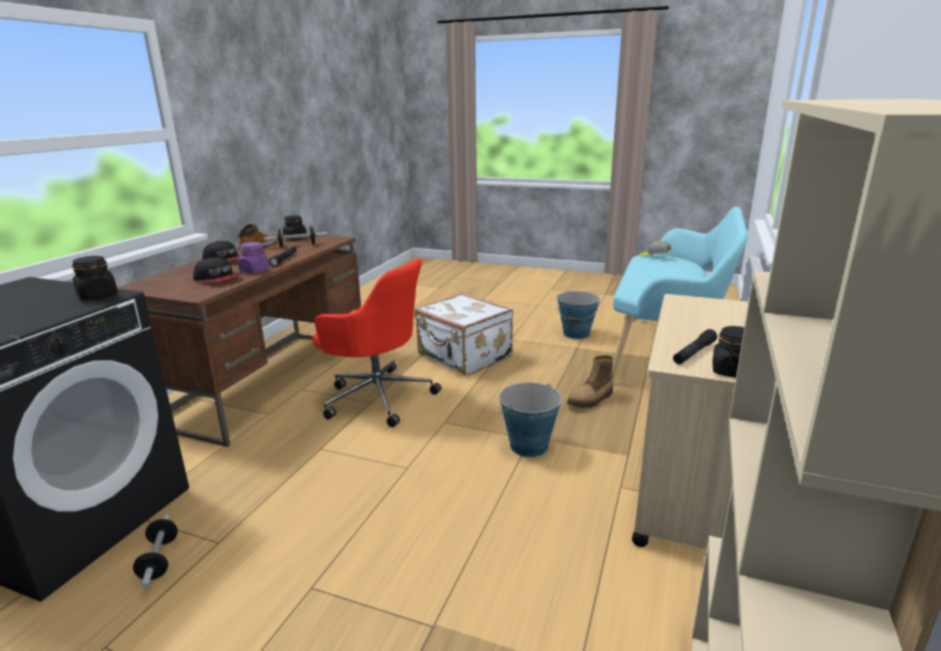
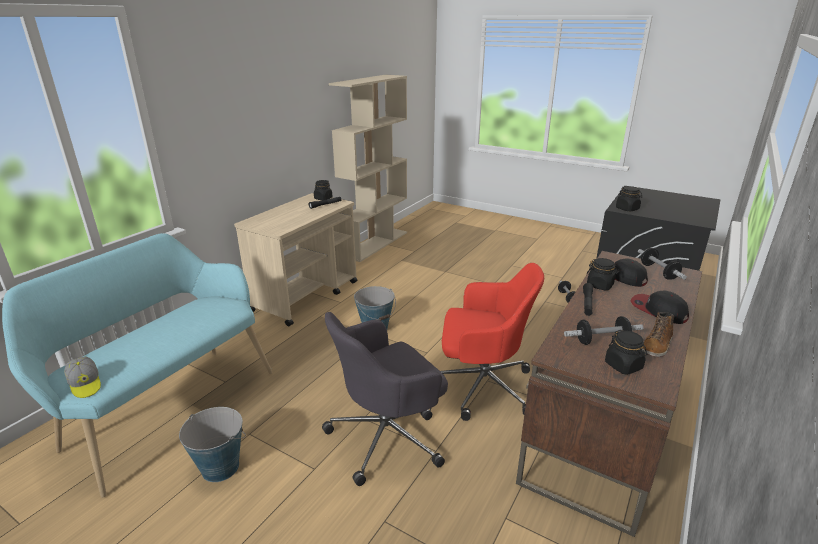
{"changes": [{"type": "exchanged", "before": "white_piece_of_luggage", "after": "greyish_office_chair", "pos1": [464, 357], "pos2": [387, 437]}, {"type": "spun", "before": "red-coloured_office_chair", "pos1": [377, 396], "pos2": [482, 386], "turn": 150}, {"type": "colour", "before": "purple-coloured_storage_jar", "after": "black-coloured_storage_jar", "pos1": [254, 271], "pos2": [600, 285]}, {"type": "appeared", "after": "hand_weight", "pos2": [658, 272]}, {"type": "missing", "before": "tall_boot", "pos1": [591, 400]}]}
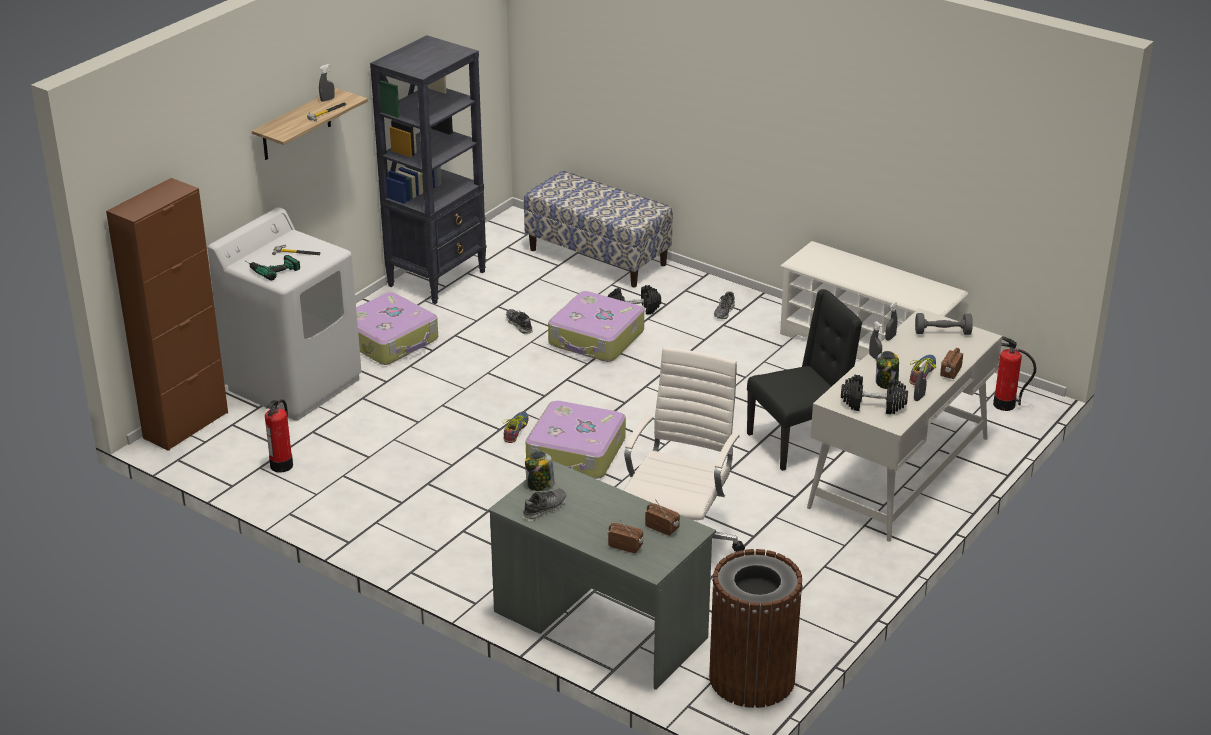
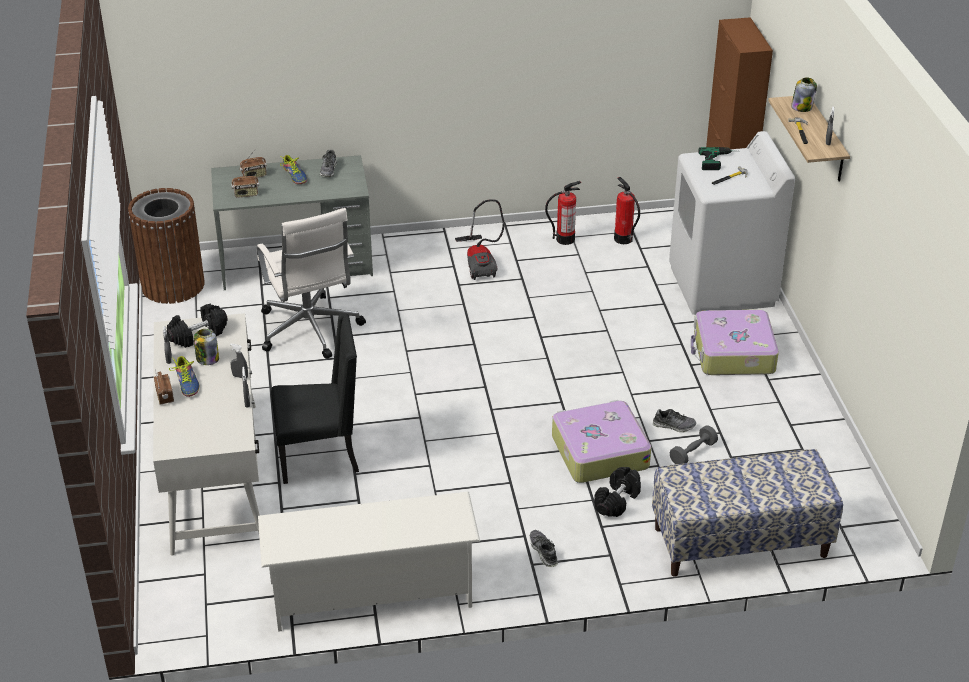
{"changes": [{"type": "spun", "before": "black-coloured_chair", "pos1": [799, 442], "pos2": [320, 455], "turn": -120}, {"type": "relocated", "before": "item_of_footwear", "pos1": [515, 430], "pos2": [295, 175]}, {"type": "appeared", "after": "vacuum", "pos2": [481, 262]}, {"type": "relocated", "before": "fire-fighting_cylinder", "pos1": [1004, 405], "pos2": [565, 239]}, {"type": "relocated", "before": "greyish_hand_weight", "pos1": [942, 332], "pos2": [693, 453]}, {"type": "relocated", "before": "storage_jar", "pos1": [540, 485], "pos2": [802, 107]}, {"type": "missing", "before": "black-coloured_bookcase", "pos1": [437, 278]}, {"type": "missing", "before": "piece_of_luggage", "pos1": [576, 453]}]}
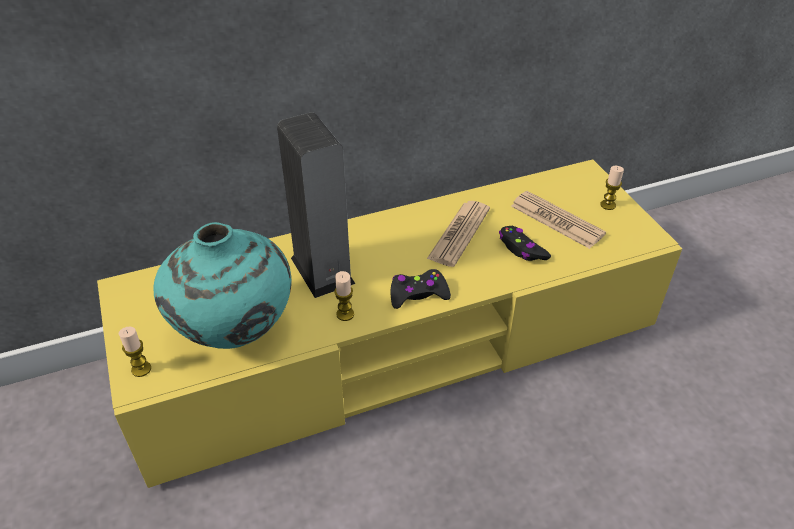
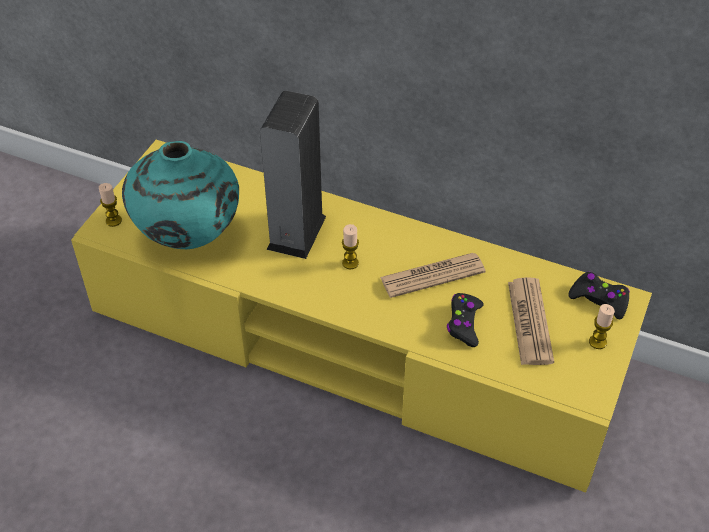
{"changes": [{"type": "relocated", "before": "wax_light", "pos1": [345, 314], "pos2": [350, 263]}, {"type": "relocated", "before": "black-coloured_game_controller", "pos1": [418, 294], "pos2": [599, 299]}]}
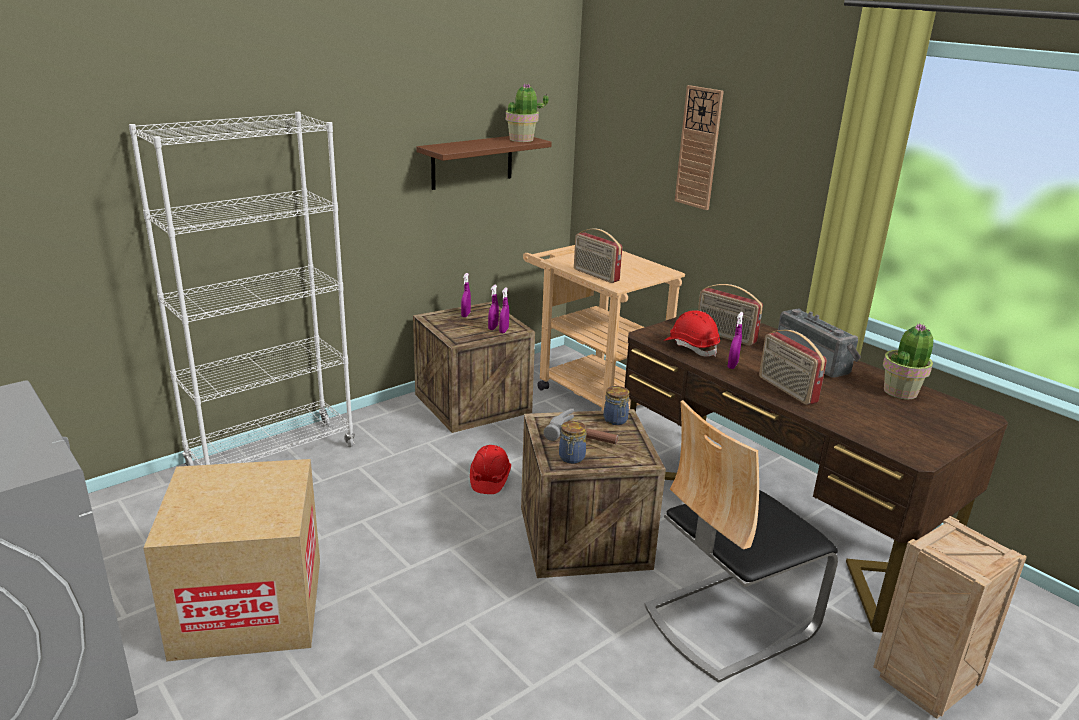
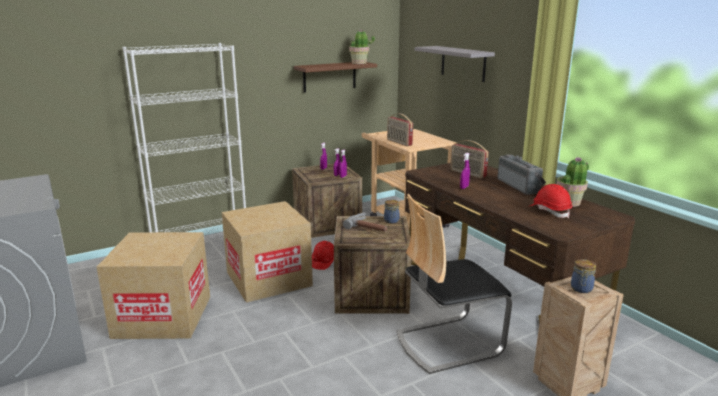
{"changes": [{"type": "appeared", "after": "packing_box", "pos2": [268, 279]}, {"type": "exchanged", "before": "wall_clock", "after": "greyish_bracket_shelf", "pos1": [699, 148], "pos2": [463, 63]}, {"type": "relocated", "before": "red-coloured_safety_helmet", "pos1": [691, 347], "pos2": [549, 211]}, {"type": "relocated", "before": "storage_jar", "pos1": [571, 458], "pos2": [581, 289]}, {"type": "missing", "before": "radio", "pos1": [786, 390]}]}
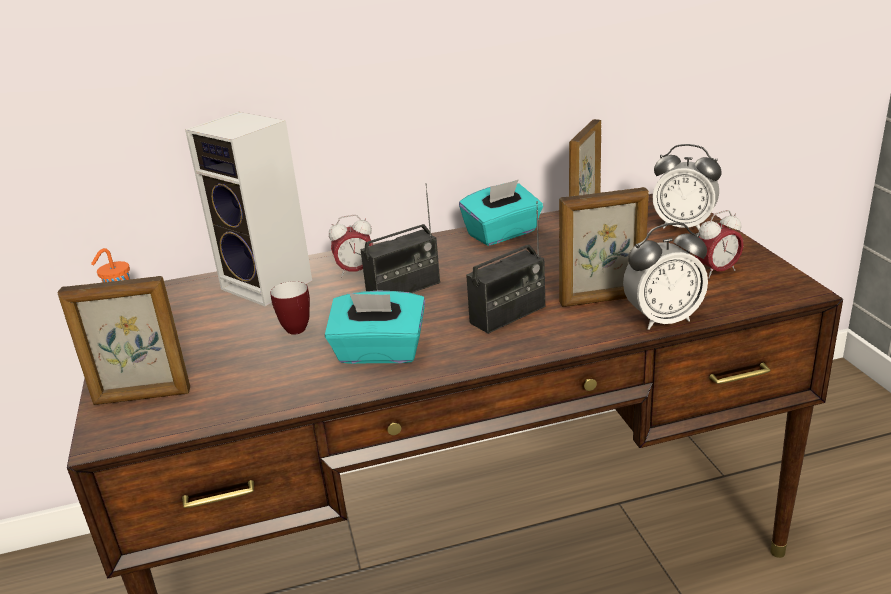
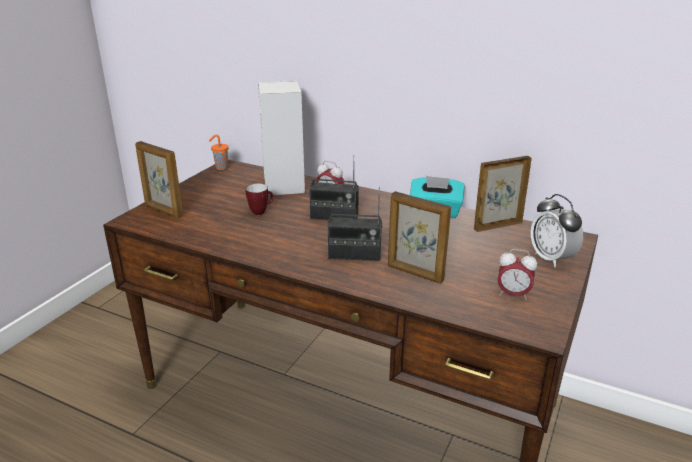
{"changes": [{"type": "missing", "before": "turquoise-coloured_tissue_box", "pos1": [379, 353]}, {"type": "missing", "before": "bedside_clock", "pos1": [662, 319]}]}
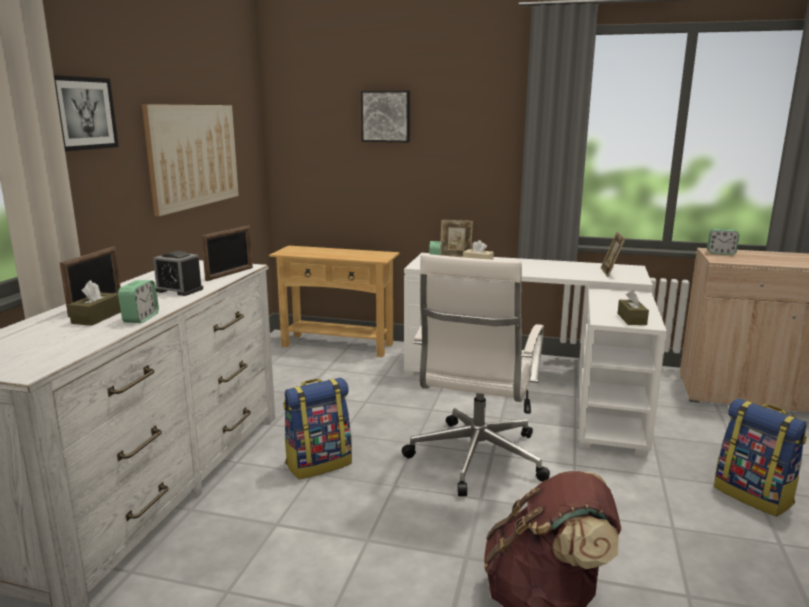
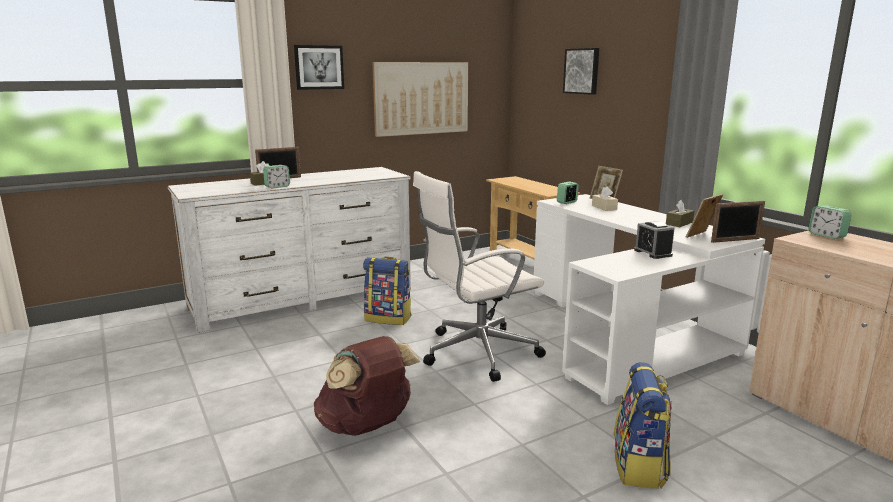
{"changes": [{"type": "relocated", "before": "bedside_clock", "pos1": [179, 290], "pos2": [653, 253]}, {"type": "relocated", "before": "brown_tissue_box", "pos1": [631, 319], "pos2": [679, 223]}, {"type": "relocated", "before": "photo_frame", "pos1": [230, 274], "pos2": [735, 240]}]}
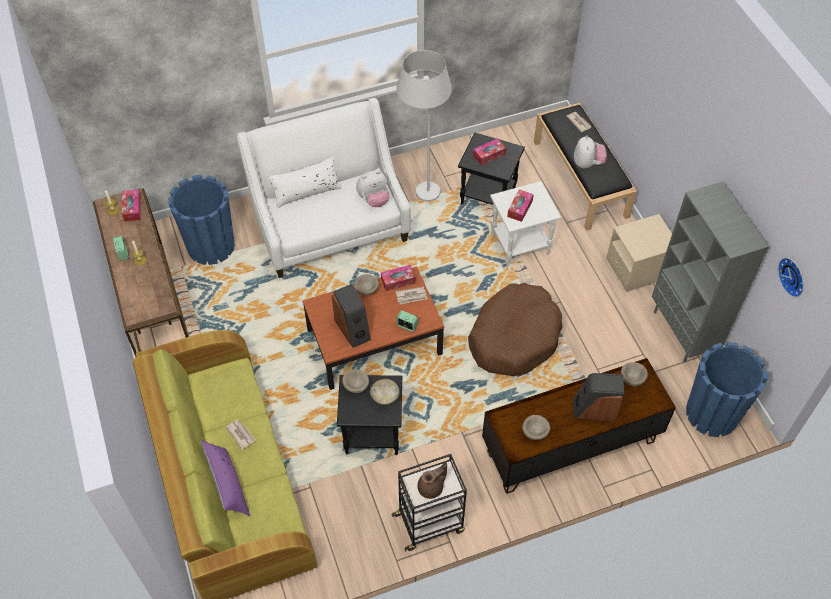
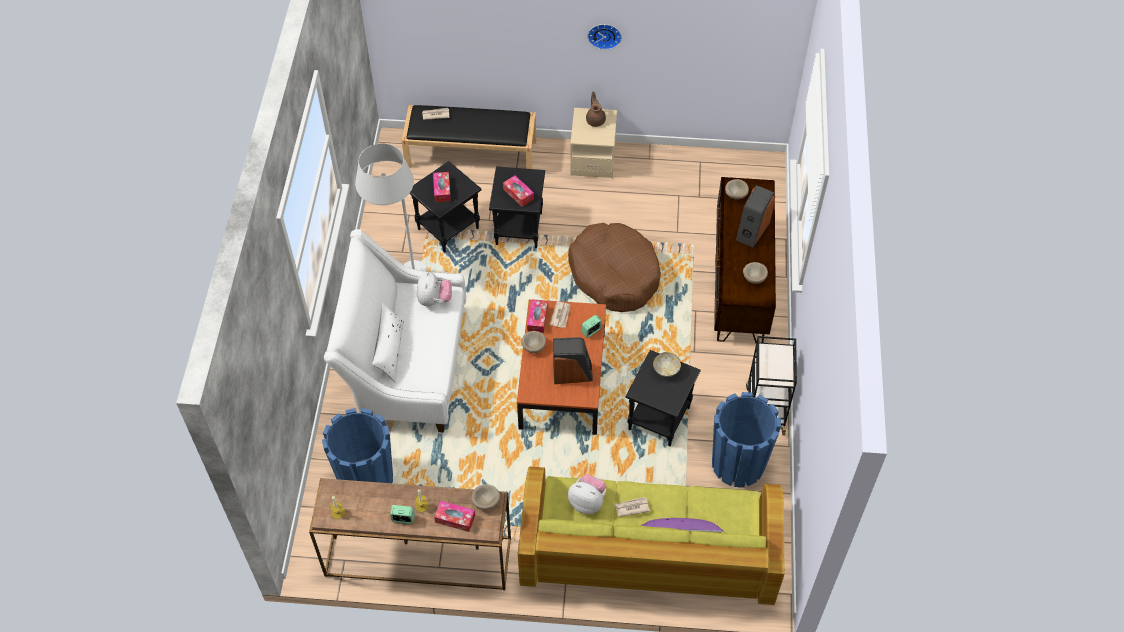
{"changes": [{"type": "relocated", "before": "tissue_box", "pos1": [132, 208], "pos2": [455, 519]}, {"type": "relocated", "before": "beige-coloured_deep_dish", "pos1": [356, 386], "pos2": [486, 501]}, {"type": "colour", "before": "white_accent_table", "after": "black-coloured_accent_table", "pos1": [520, 244], "pos2": [518, 228]}, {"type": "relocated", "before": "cuddly_toy", "pos1": [587, 164], "pos2": [587, 502]}, {"type": "relocated", "before": "brown_pot_for_tea", "pos1": [431, 487], "pos2": [595, 120]}, {"type": "relocated", "before": "wall_clock", "pos1": [793, 276], "pos2": [604, 34]}, {"type": "relocated", "before": "bluish_planter", "pos1": [712, 413], "pos2": [738, 463]}, {"type": "missing", "before": "greyish_bookcase", "pos1": [683, 332]}]}
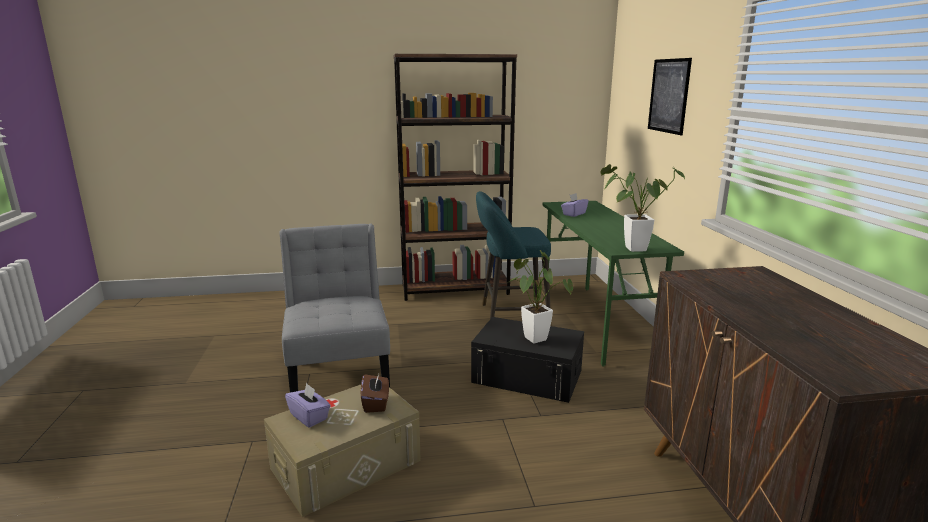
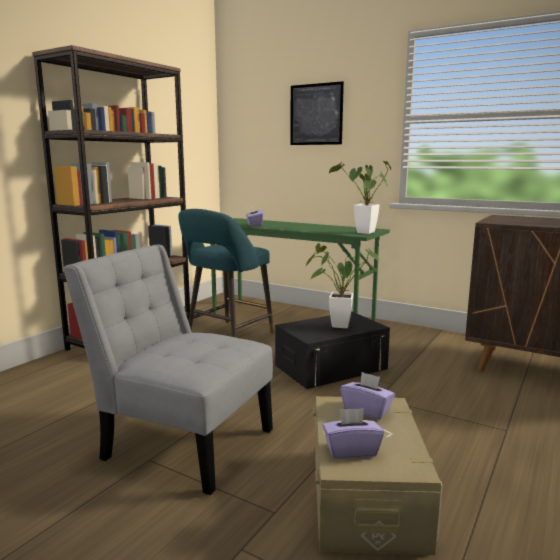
{"changes": [{"type": "colour", "before": "brown_tissue_box", "after": "purple-coloured_tissue_box", "pos1": [376, 403], "pos2": [367, 410]}]}
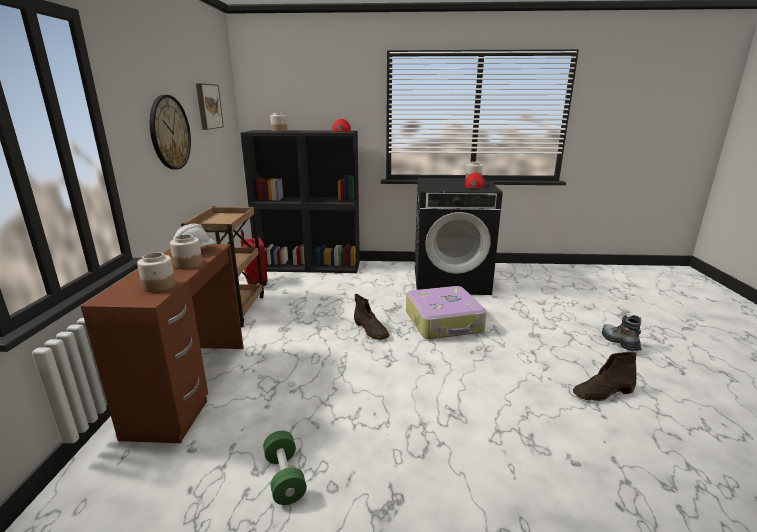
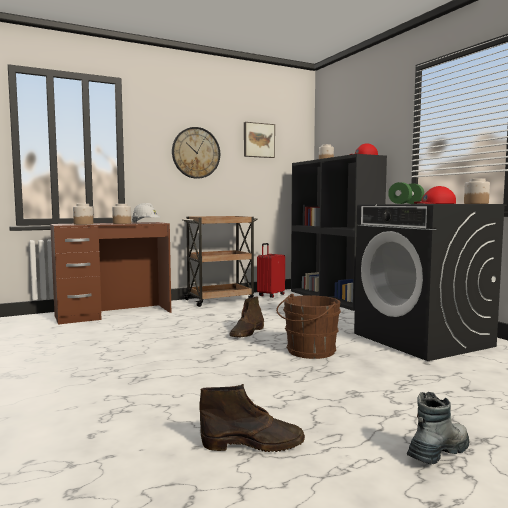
{"changes": [{"type": "spun", "before": "brown_tall_boot", "pos1": [602, 393], "pos2": [253, 444], "turn": 135}, {"type": "exchanged", "before": "piece_of_luggage", "after": "brown_pail", "pos1": [444, 322], "pos2": [309, 352]}, {"type": "relocated", "before": "green-coloured_hand_weight", "pos1": [285, 477], "pos2": [406, 203]}]}
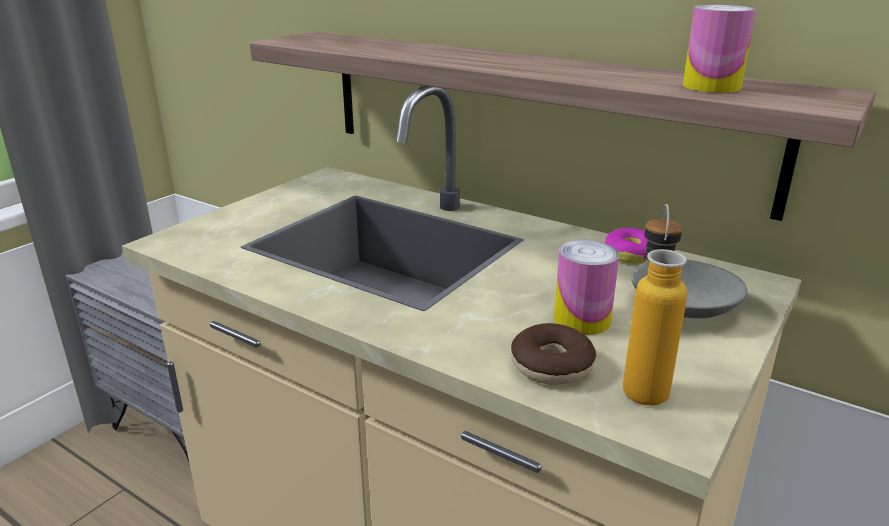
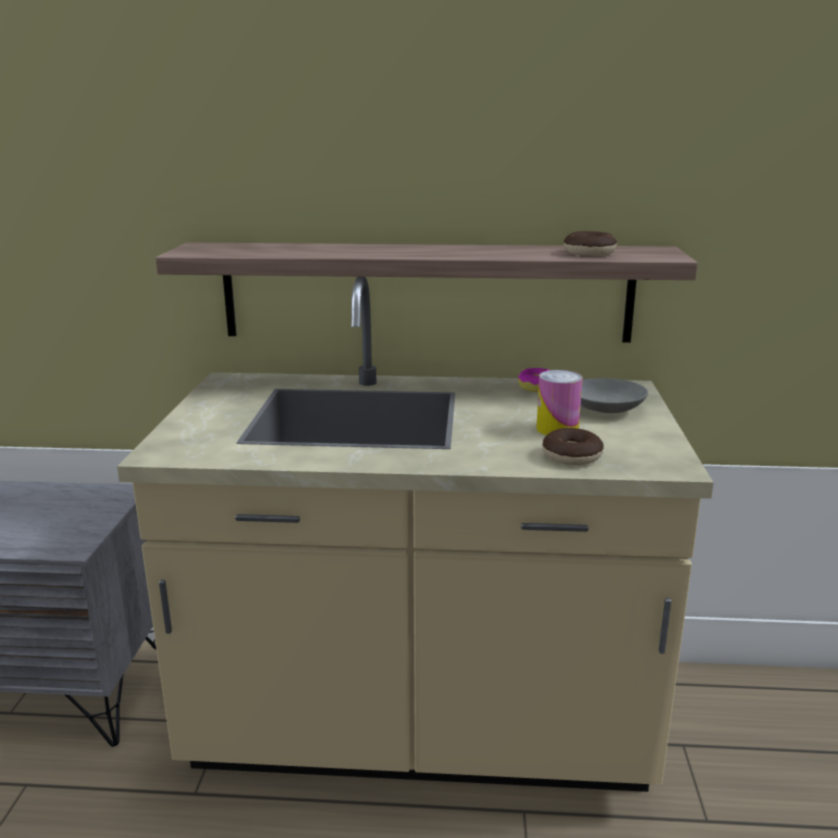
{"changes": [{"type": "exchanged", "before": "metal_can", "after": "donut", "pos1": [711, 86], "pos2": [589, 253]}, {"type": "missing", "before": "drink_bottle", "pos1": [643, 382]}]}
